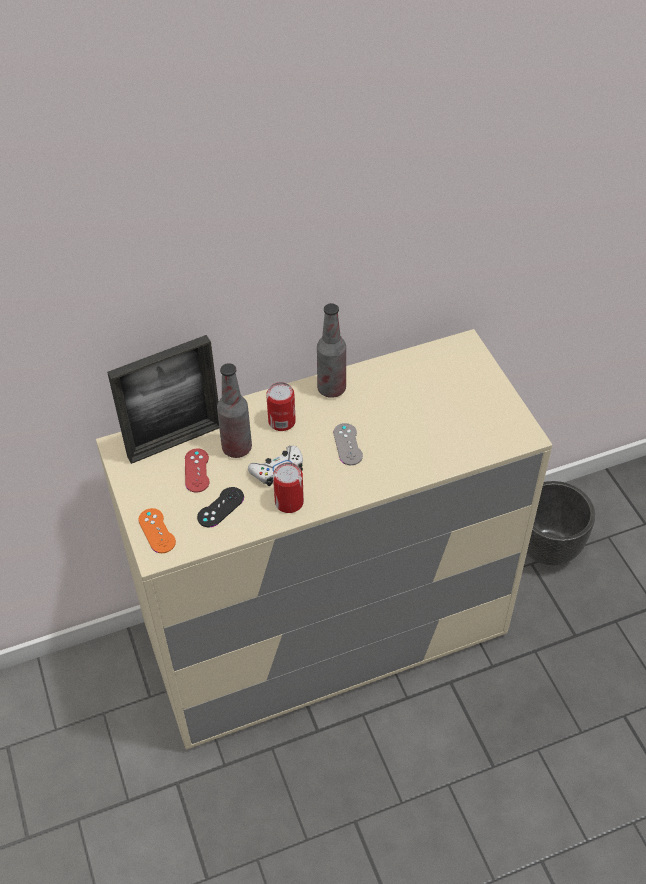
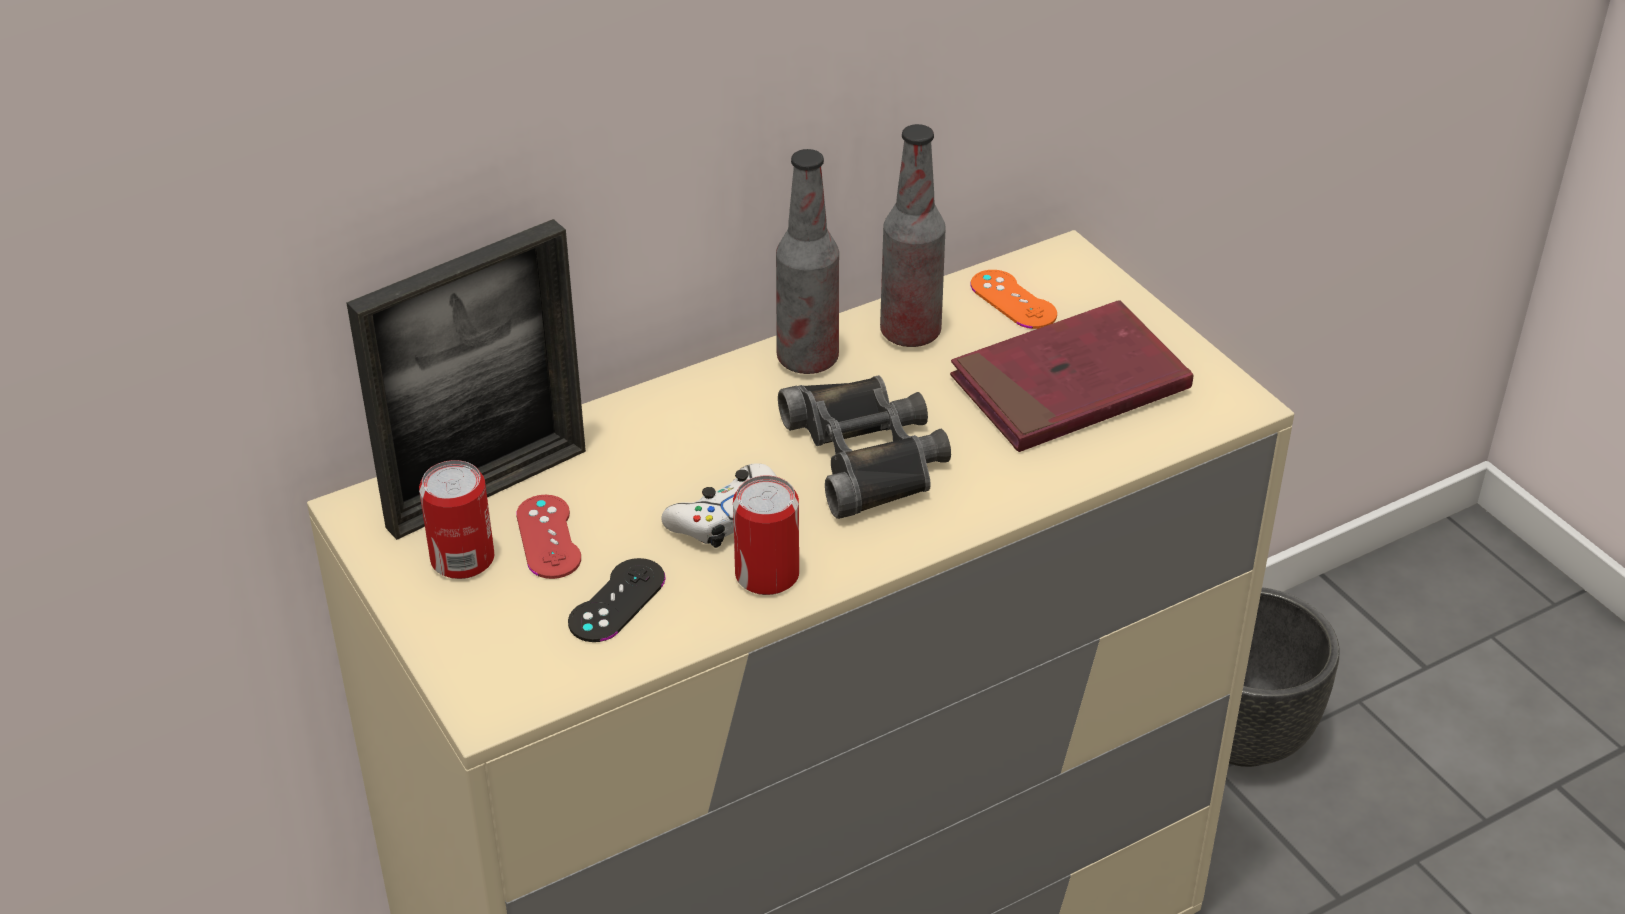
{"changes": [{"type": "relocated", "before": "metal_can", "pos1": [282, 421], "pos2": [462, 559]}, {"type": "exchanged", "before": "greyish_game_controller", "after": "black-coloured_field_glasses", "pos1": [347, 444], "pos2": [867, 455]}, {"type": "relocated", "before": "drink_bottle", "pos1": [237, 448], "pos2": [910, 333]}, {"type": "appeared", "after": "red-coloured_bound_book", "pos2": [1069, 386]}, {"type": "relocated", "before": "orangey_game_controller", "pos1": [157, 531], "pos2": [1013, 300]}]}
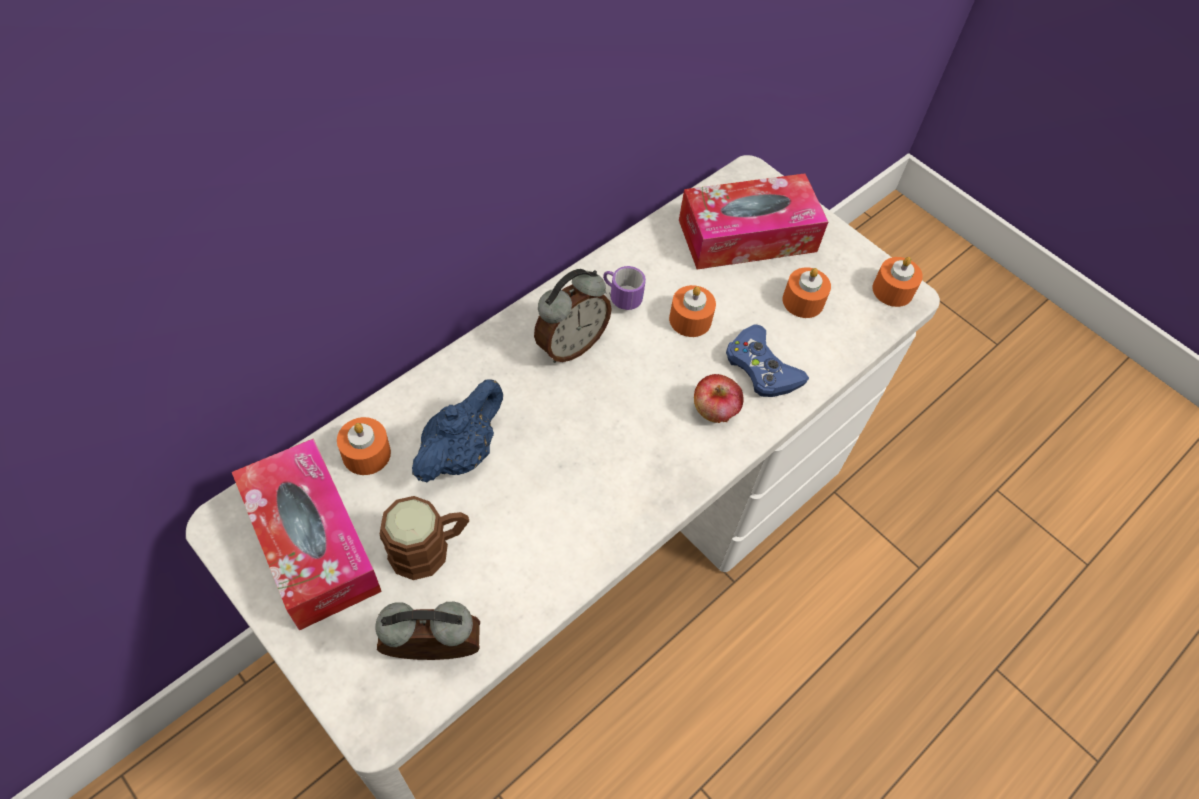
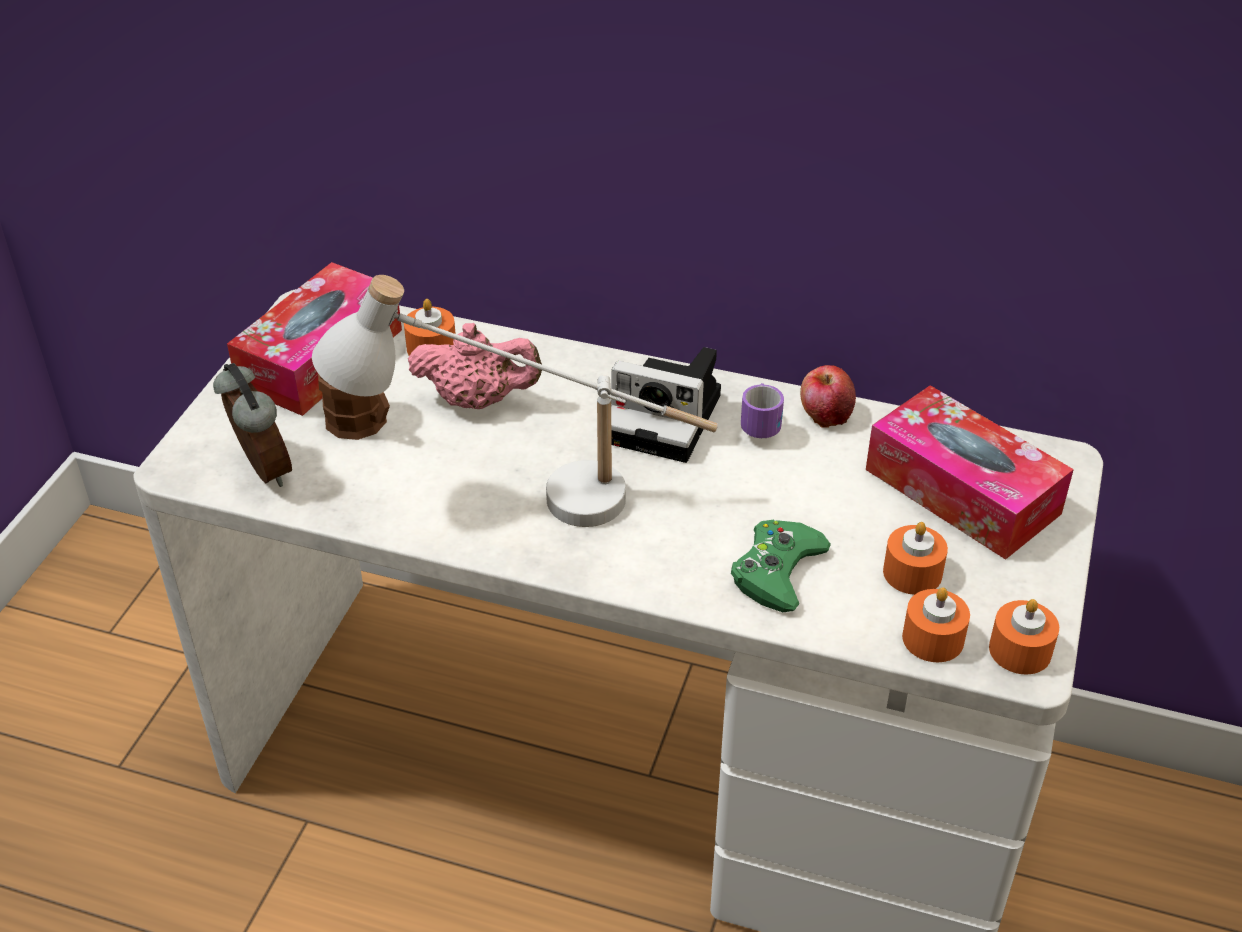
{"changes": [{"type": "appeared", "after": "white_table_lamp", "pos2": [525, 500]}, {"type": "colour", "before": "bluish_pot_for_tea", "after": "pinkish_pot_for_tea", "pos1": [460, 453], "pos2": [478, 400]}, {"type": "exchanged", "before": "bedside_clock", "after": "photo_camera", "pos1": [570, 345], "pos2": [667, 418]}, {"type": "colour", "before": "bluish_game_controller", "after": "green-coloured_game_controller", "pos1": [762, 368], "pos2": [777, 571]}, {"type": "relocated", "before": "apple", "pos1": [714, 410], "pos2": [825, 414]}, {"type": "relocated", "before": "orangey_wax_light", "pos1": [690, 319], "pos2": [933, 639]}]}
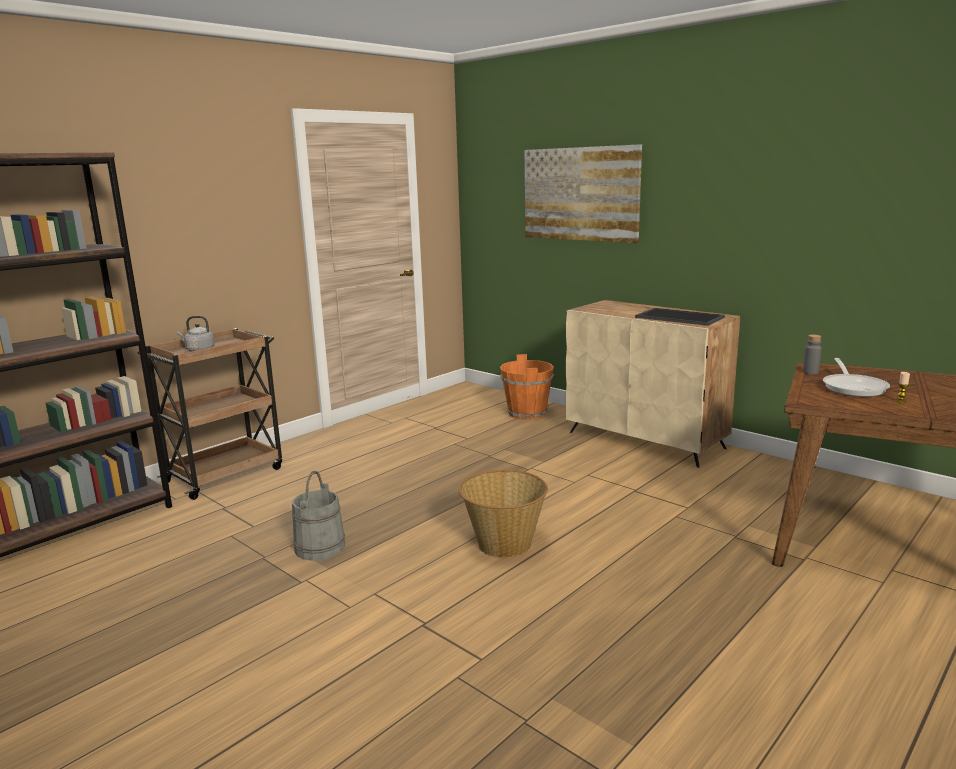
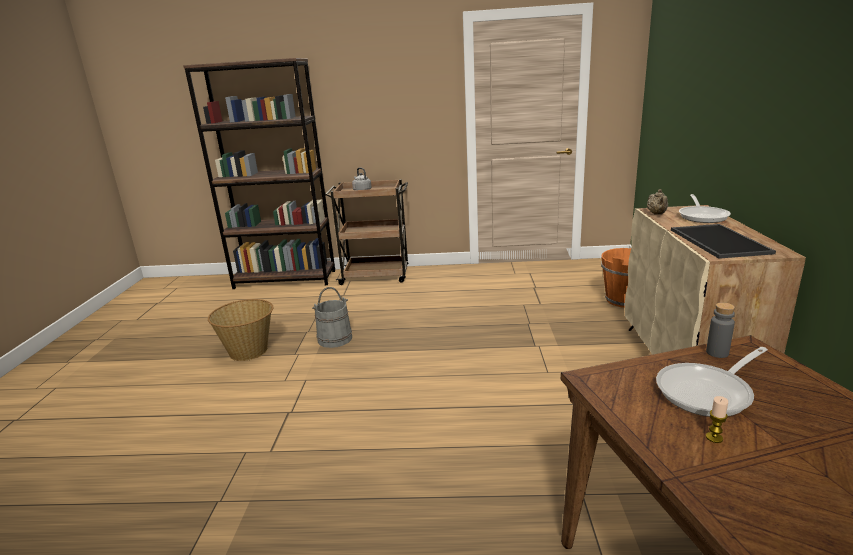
{"changes": [{"type": "relocated", "before": "household_basket", "pos1": [504, 544], "pos2": [249, 351]}, {"type": "appeared", "after": "beige-coloured_pot_for_tea", "pos2": [657, 214]}, {"type": "appeared", "after": "skillet", "pos2": [702, 216]}, {"type": "missing", "before": "wall_art", "pos1": [580, 194]}]}
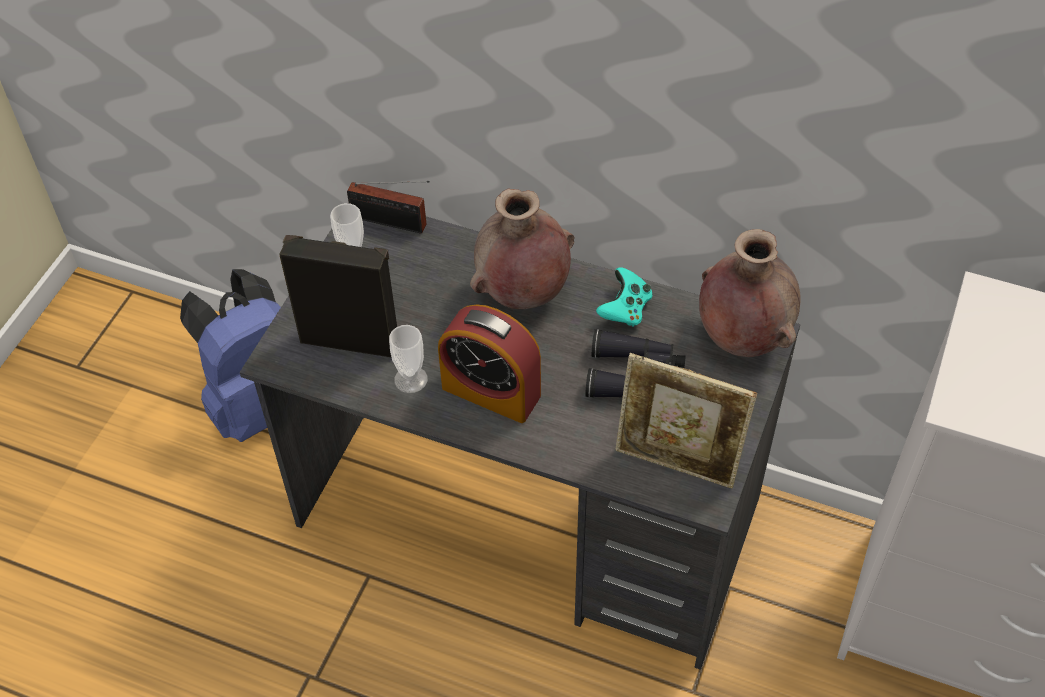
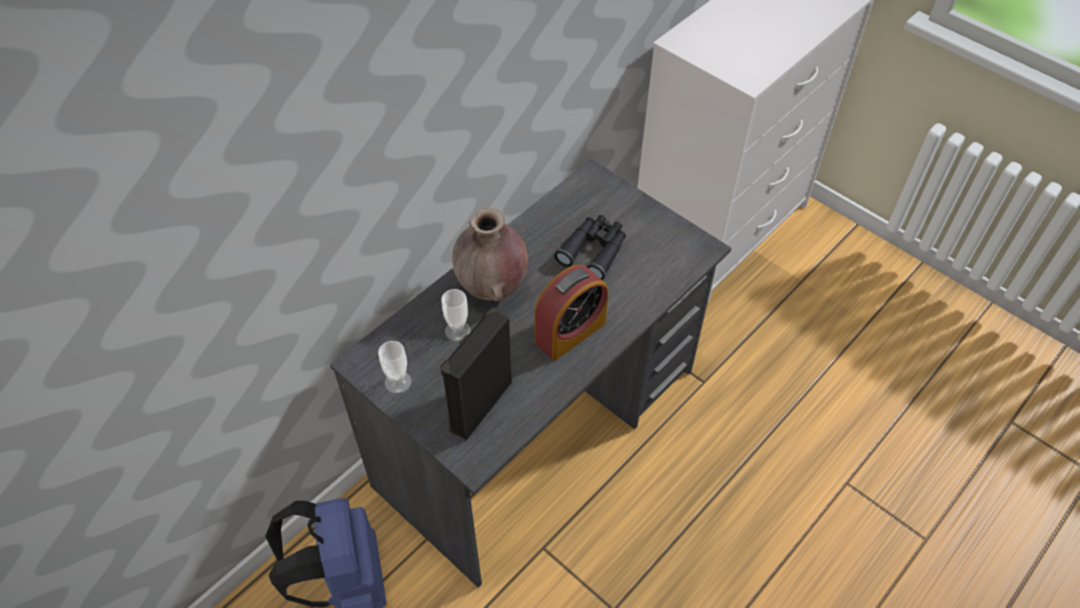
{"changes": [{"type": "relocated", "before": "cup", "pos1": [411, 379], "pos2": [457, 330]}, {"type": "missing", "before": "radio", "pos1": [392, 223]}, {"type": "missing", "before": "turquoise-coloured_game_controller", "pos1": [625, 309]}, {"type": "missing", "before": "photo_frame", "pos1": [677, 464]}, {"type": "missing", "before": "brown_decorative_vase", "pos1": [741, 338]}]}
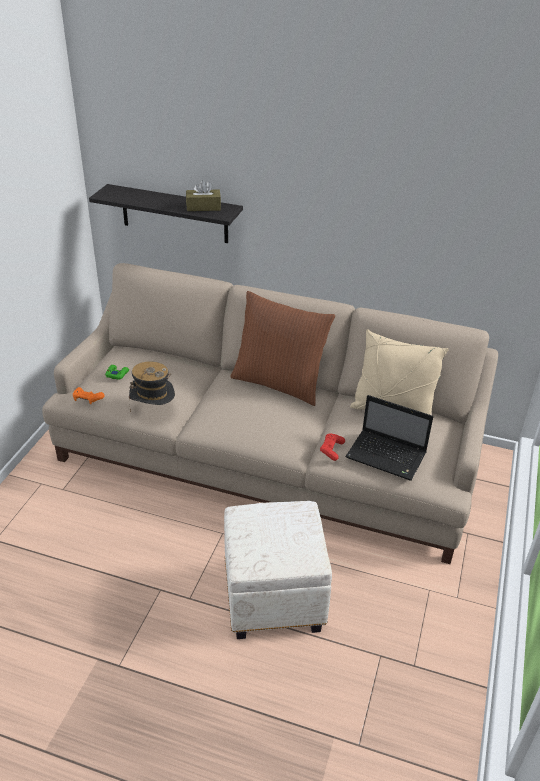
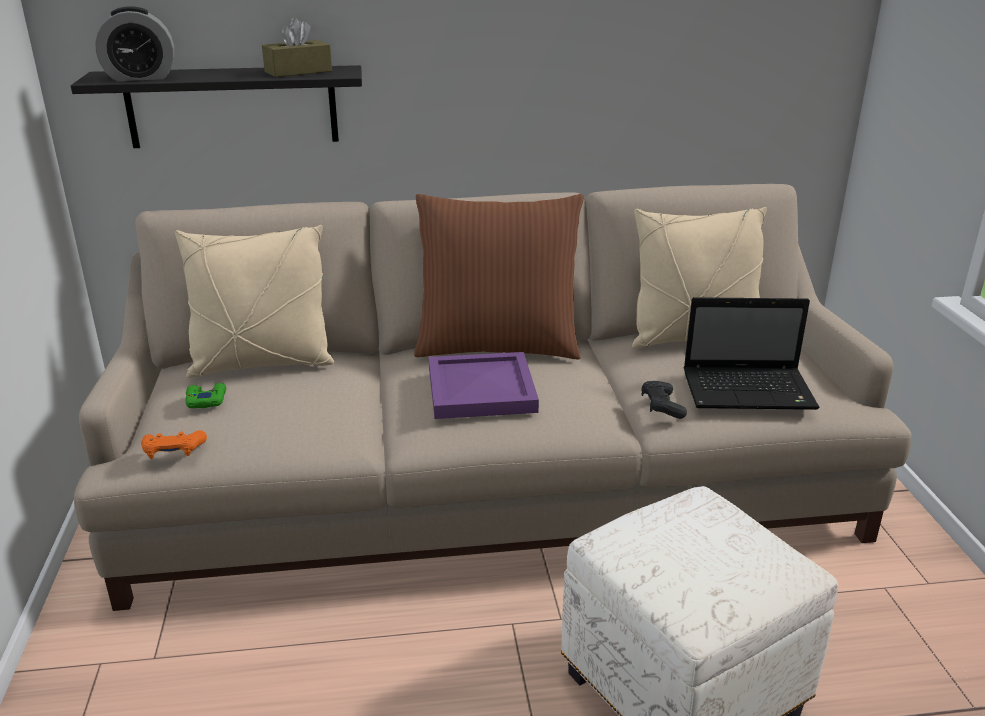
{"changes": [{"type": "appeared", "after": "bedside_clock", "pos2": [140, 77]}, {"type": "appeared", "after": "beige-coloured_cushion", "pos2": [262, 364]}, {"type": "appeared", "after": "purple-coloured_carrying_tray", "pos2": [479, 389]}, {"type": "colour", "before": "red-coloured_game_controller", "after": "black-coloured_game_controller", "pos1": [331, 450], "pos2": [662, 406]}, {"type": "missing", "before": "hat", "pos1": [153, 411]}]}
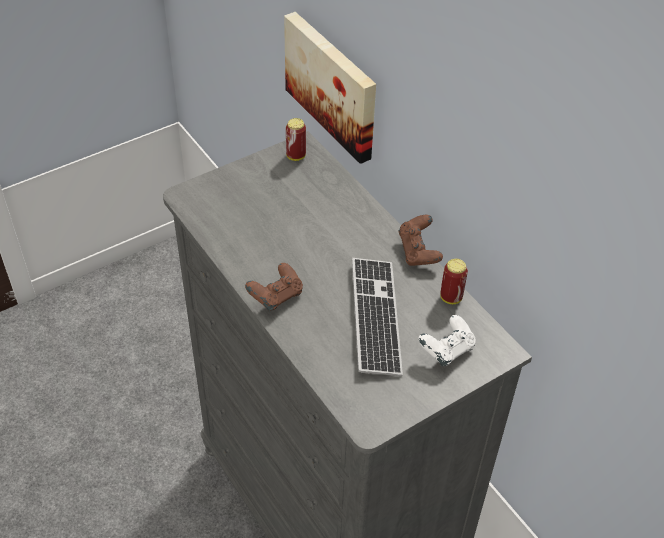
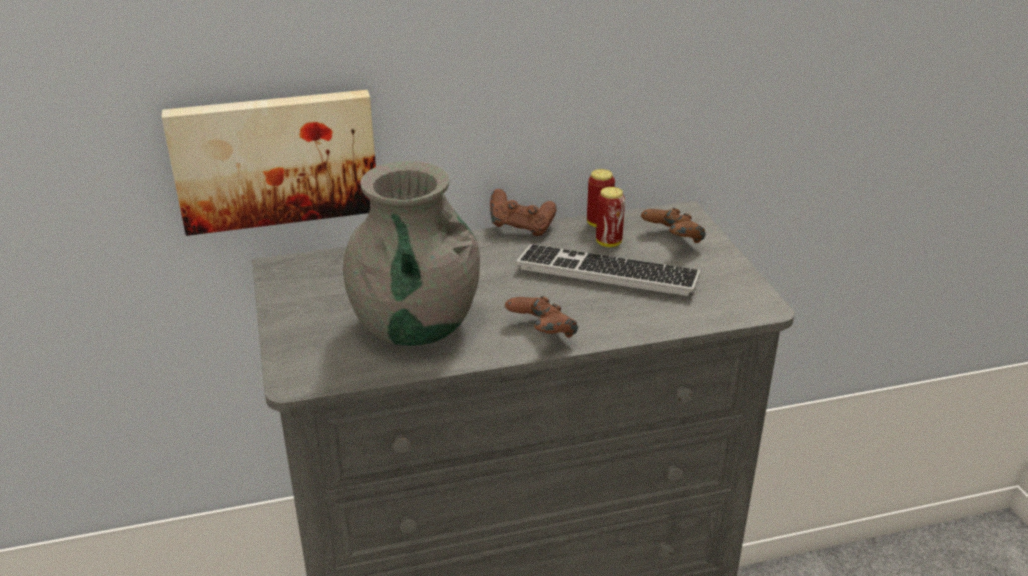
{"changes": [{"type": "appeared", "after": "greyish_decorative_vase", "pos2": [415, 326]}, {"type": "relocated", "before": "metal_can", "pos1": [296, 156], "pos2": [608, 243]}, {"type": "colour", "before": "white_game_controller", "after": "brown_game_controller", "pos1": [446, 350], "pos2": [672, 241]}]}
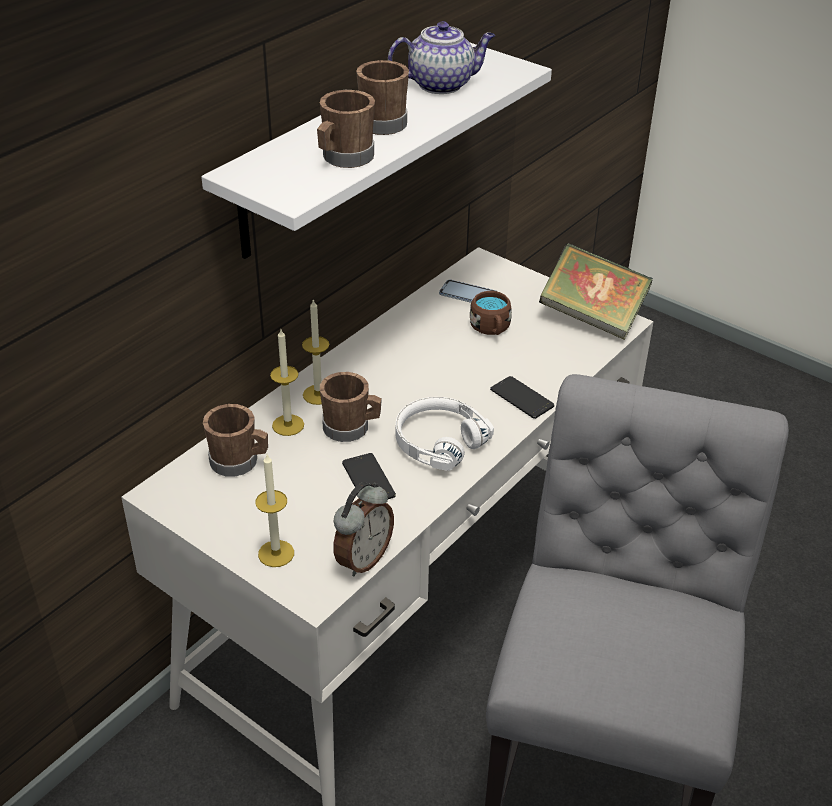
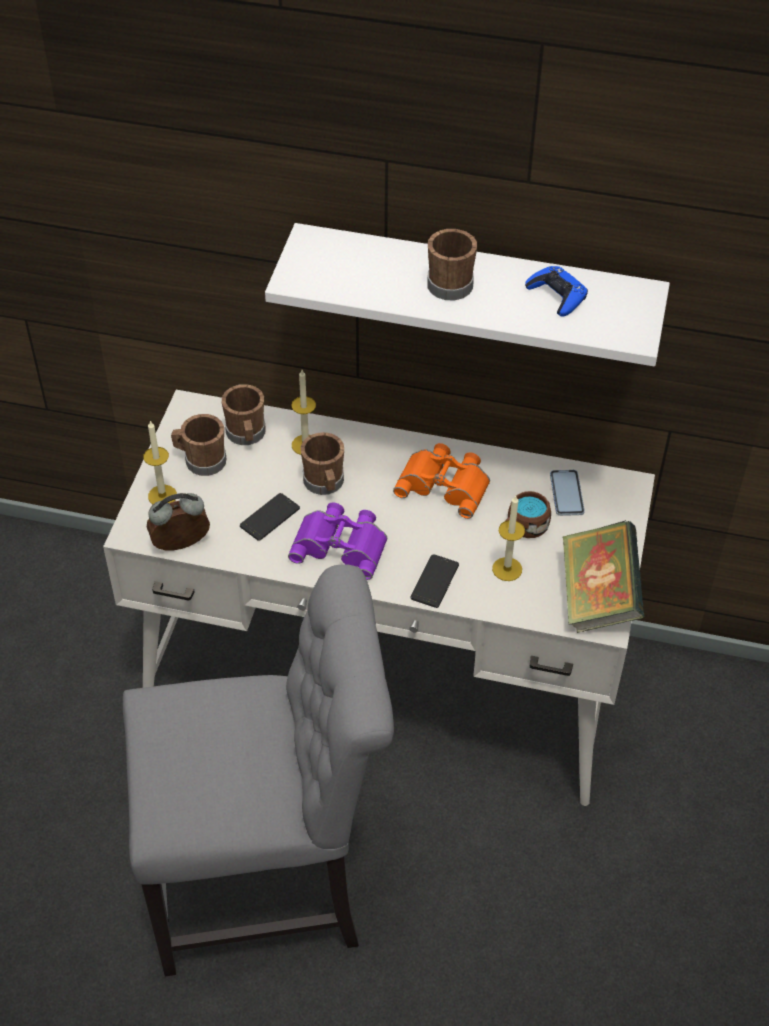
{"changes": [{"type": "spun", "before": "bedside_clock", "pos1": [362, 559], "pos2": [181, 546], "turn": 150}, {"type": "relocated", "before": "brown_coffee_mug", "pos1": [344, 159], "pos2": [201, 460]}, {"type": "exchanged", "before": "white_headphones", "after": "purple-coloured_field_glasses", "pos1": [438, 441], "pos2": [341, 544]}, {"type": "appeared", "after": "orangey_field_glasses", "pos2": [445, 483]}, {"type": "relocated", "before": "wax_light", "pos1": [318, 394], "pos2": [507, 569]}, {"type": "exchanged", "before": "pot_for_tea", "after": "bluish_game_controller", "pos1": [441, 84], "pos2": [557, 295]}]}
